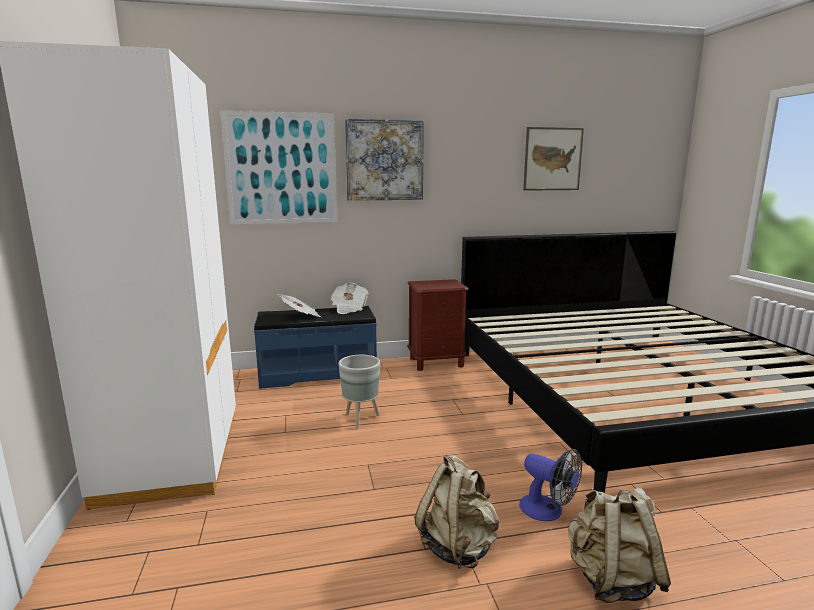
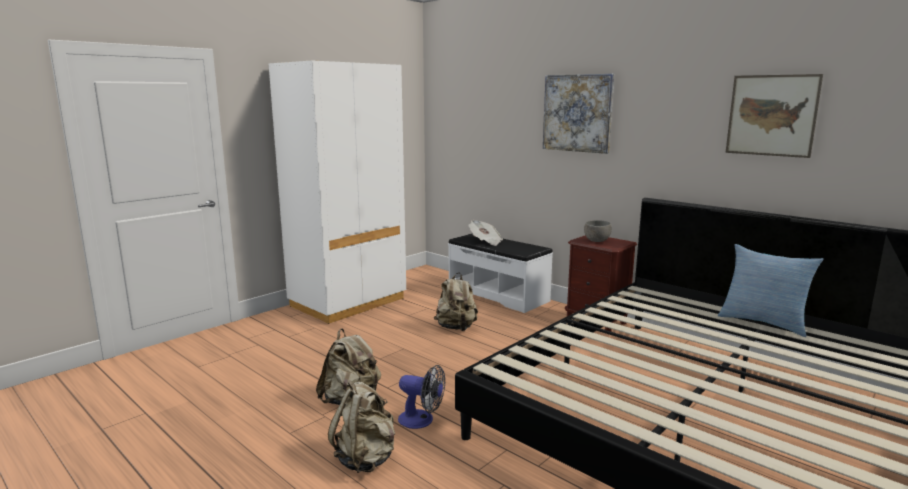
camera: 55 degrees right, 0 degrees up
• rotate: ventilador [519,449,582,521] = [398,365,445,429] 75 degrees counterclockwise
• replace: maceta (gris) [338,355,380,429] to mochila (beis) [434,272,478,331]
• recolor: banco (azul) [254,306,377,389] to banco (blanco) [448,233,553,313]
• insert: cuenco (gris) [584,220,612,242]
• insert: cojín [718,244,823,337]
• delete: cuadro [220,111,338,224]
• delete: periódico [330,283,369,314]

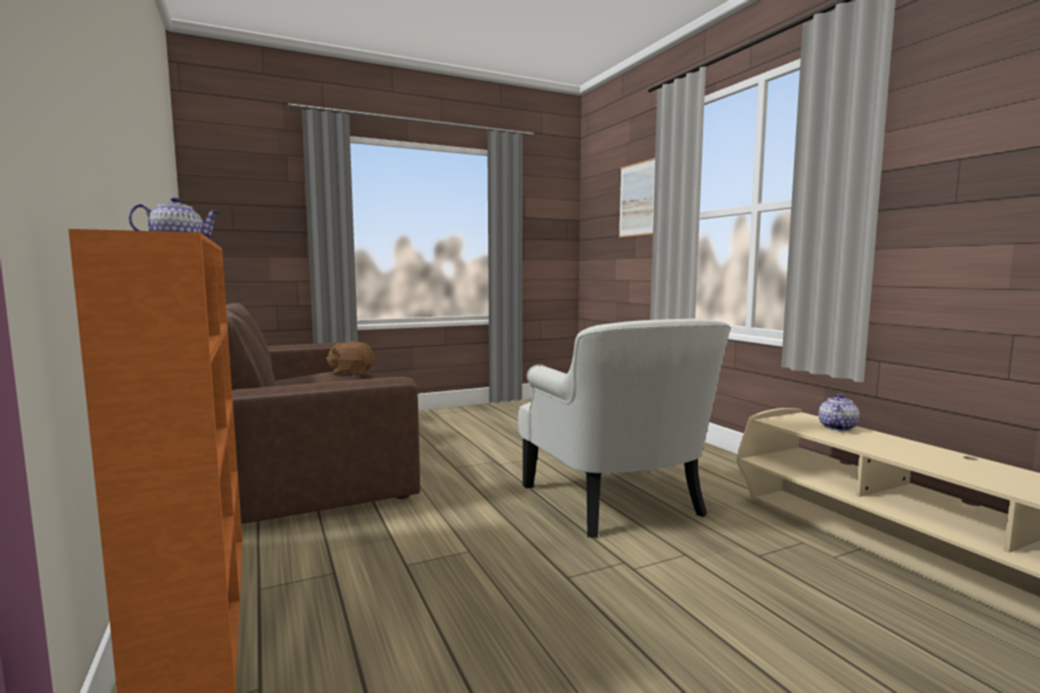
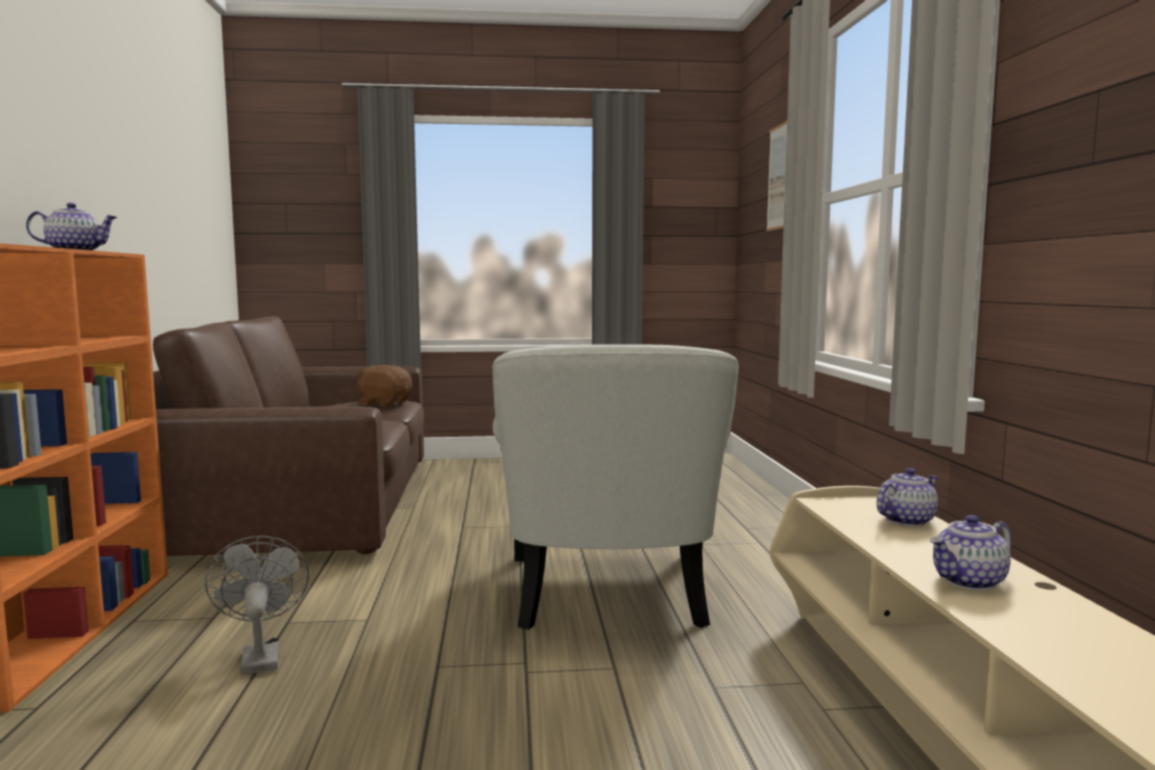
camera: 20 degrees right, 0 degrees up
• insert: ventilador (gris) [205,536,309,675]
• insert: tetera [930,515,1012,590]

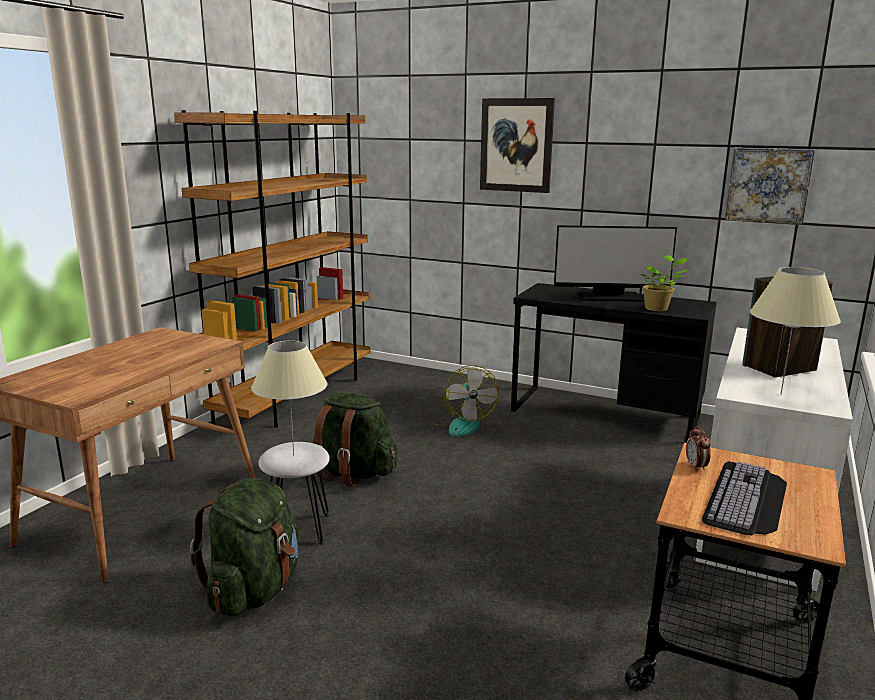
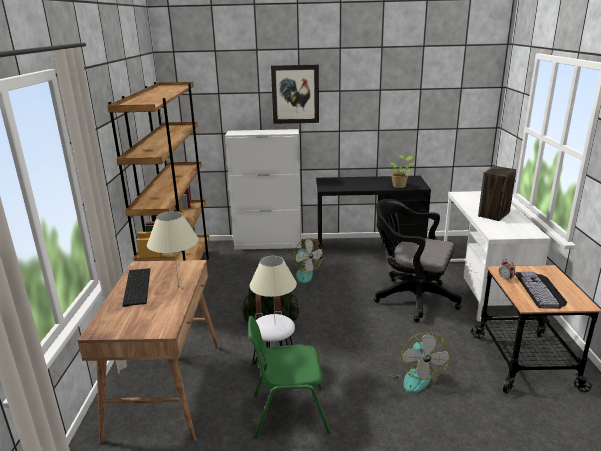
camera: 25 degrees left, 5 degrees up
• insert: teclado [122,268,150,307]
• move: lámpara de mesa (beis) [750,267,841,394] to [147,211,199,284]
• insert: armario (blanco) [225,129,301,250]
• replace: mochila (verde) [190,478,299,616] to silla (verde) [248,316,331,438]
• insert: silla de oficina (negro) [374,199,462,322]
• insert: ventilador [385,332,450,393]
• delete: monitor [554,225,677,302]
• delete: cuadro [725,148,815,225]

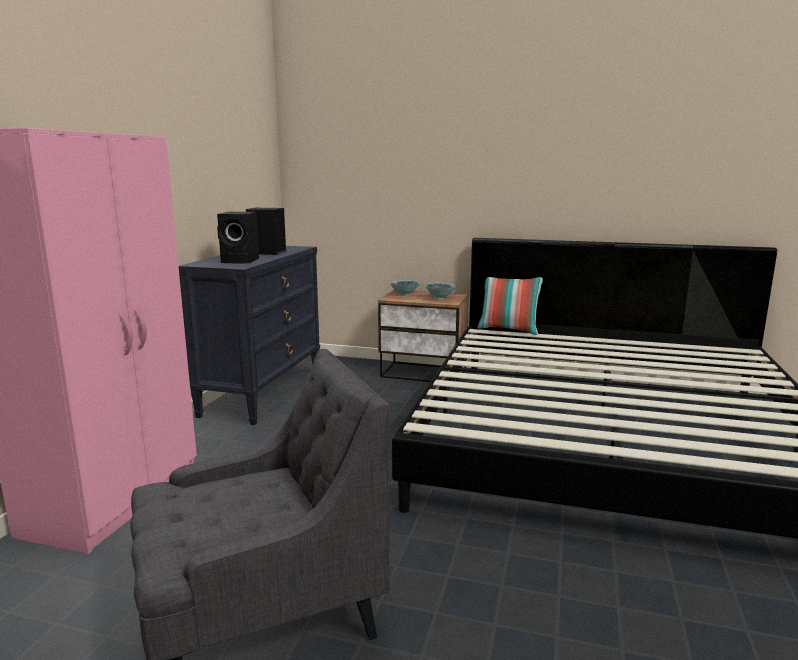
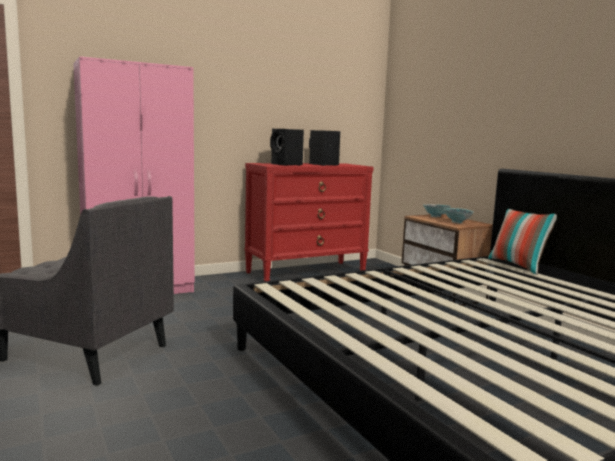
camera: 45 degrees right, 5 degrees down
• recolor: cómoda (negro) [179,246,320,425] to cómoda (rojo) [245,163,374,281]

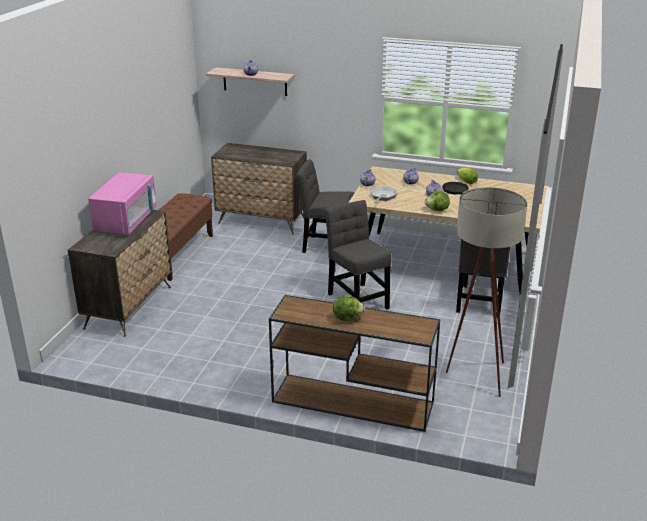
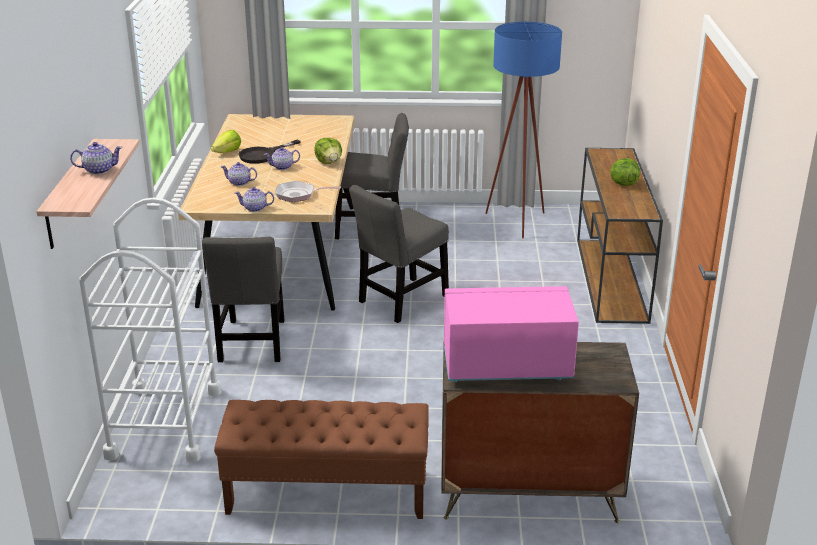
camera: 105 degrees left, 0 degrees up
• replace: cómoda [211,143,307,235] to carrito (blanco) [79,198,222,462]
• recolor: lámpara de pie (beis) [446,187,528,397] to lámpara de pie (azul) [485,22,562,238]

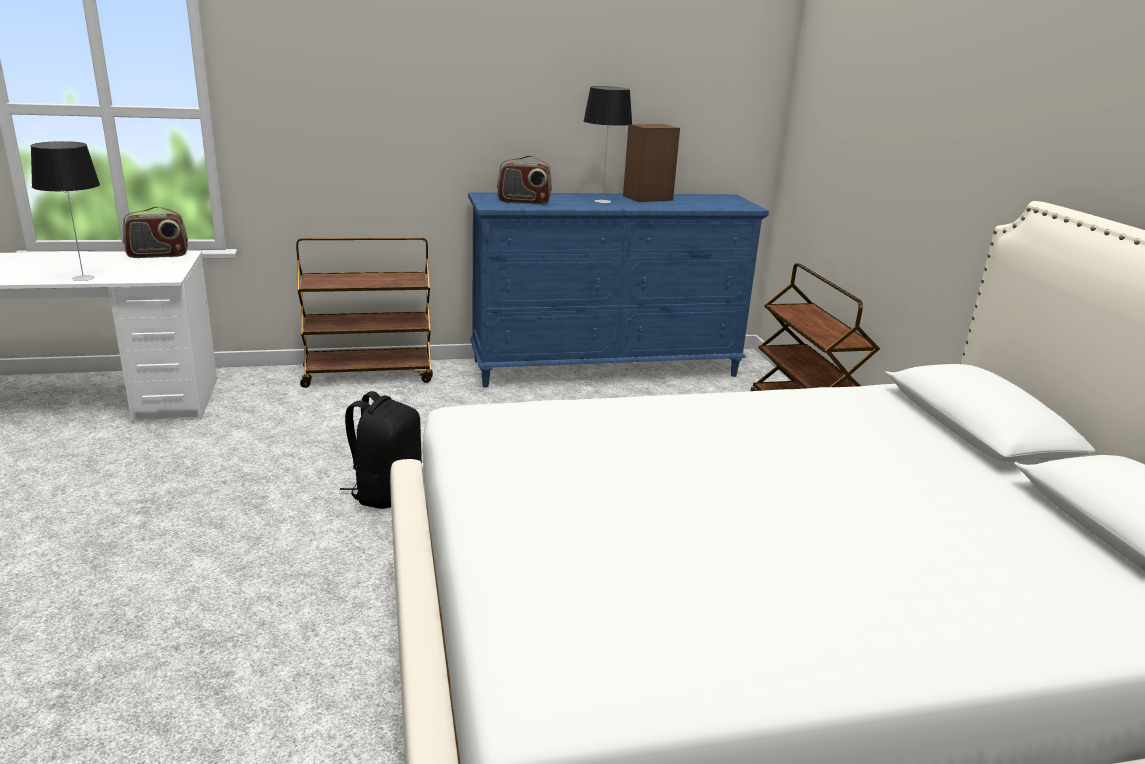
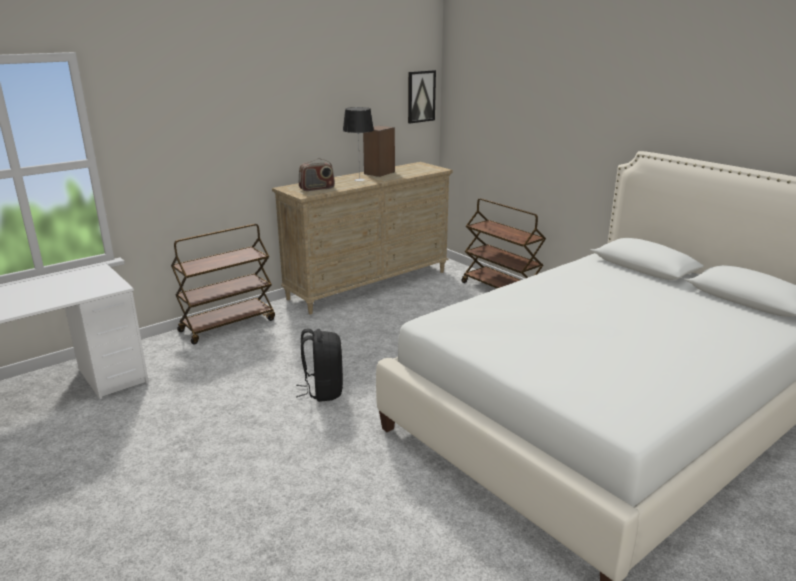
camera: 25 degrees left, 0 degrees up
• recolor: cómoda (azul) [468,192,769,388] to cómoda (beis) [272,162,453,314]
• insert: cuadro [408,70,436,123]
• delete: lámpara de mesa [31,141,100,281]
• delete: radio [123,207,188,258]

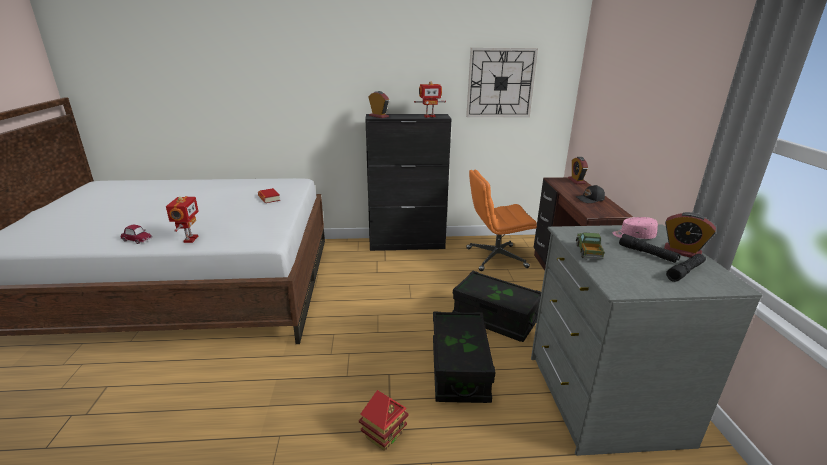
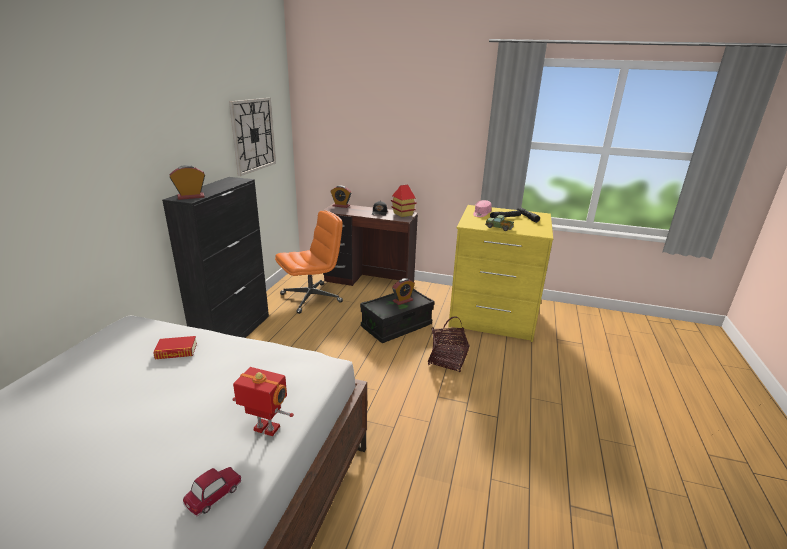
camera: 70 degrees left, 0 degrees up
• rotate: silla de oficina (naranja) [466,170,537,271] = [275,210,343,314] 135 degrees counterclockwise
• move: casita [359,390,409,451] to [391,185,417,217]
• move: despertador [664,212,716,258] to [392,278,415,305]
• replace: caja de almacenaje (negro) [433,312,496,403] to cesta [428,316,470,372]
• recolor: cómoda (gris) [531,224,762,456] to cómoda (amarillo) [448,205,553,342]
• delete: robot de juguete [414,81,446,117]

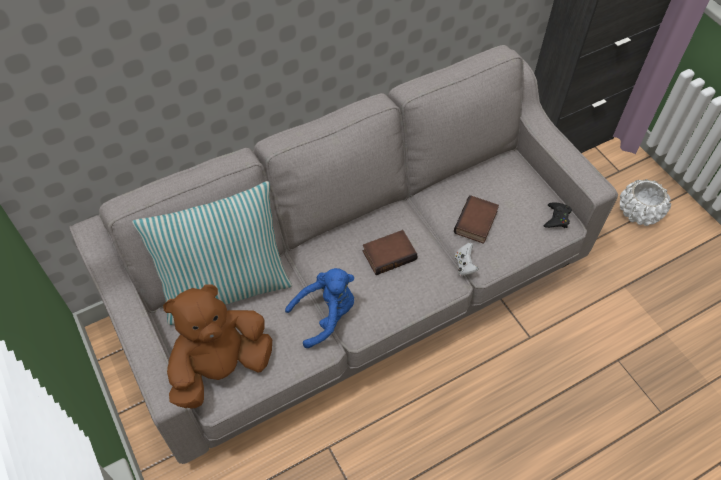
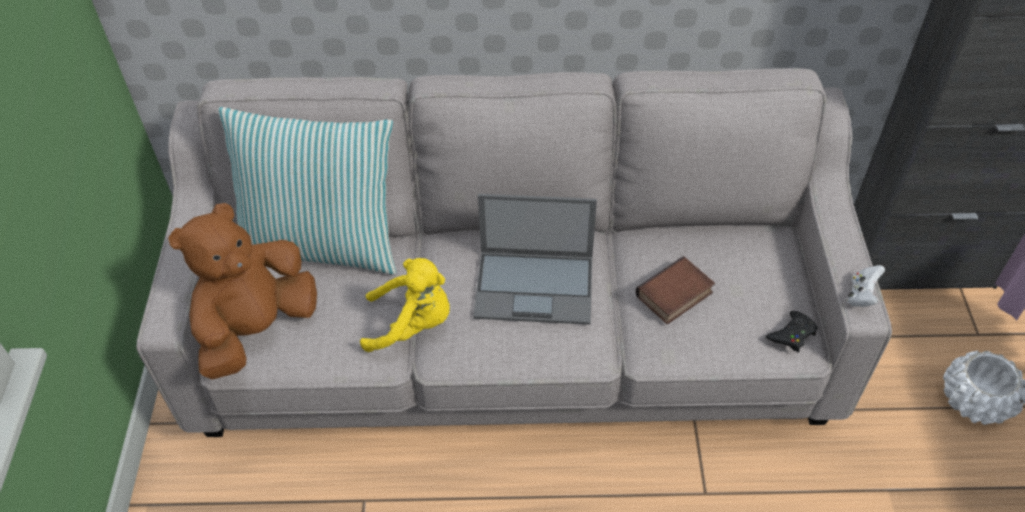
camera: 30 degrees right, 5 degrees down
• rotate: peluche (marrón) [163,285,272,409] = [168,203,317,380] 45 degrees counterclockwise
• recolor: peluche (azul) [285,268,354,348] to peluche (amarillo) [360,258,450,352]
• replace: libro [363,230,417,275] to portátil [473,194,597,325]
• move: mando de consola (blanco) [455,243,479,276] to [847,265,885,307]

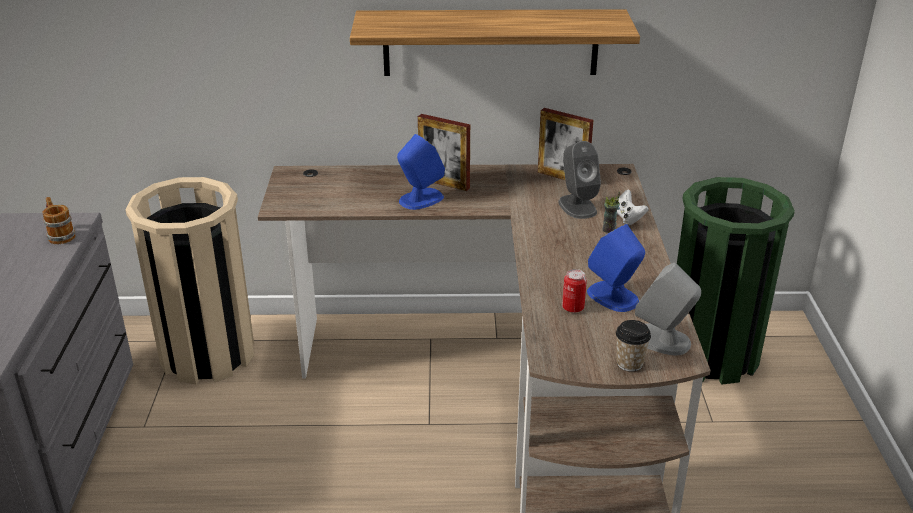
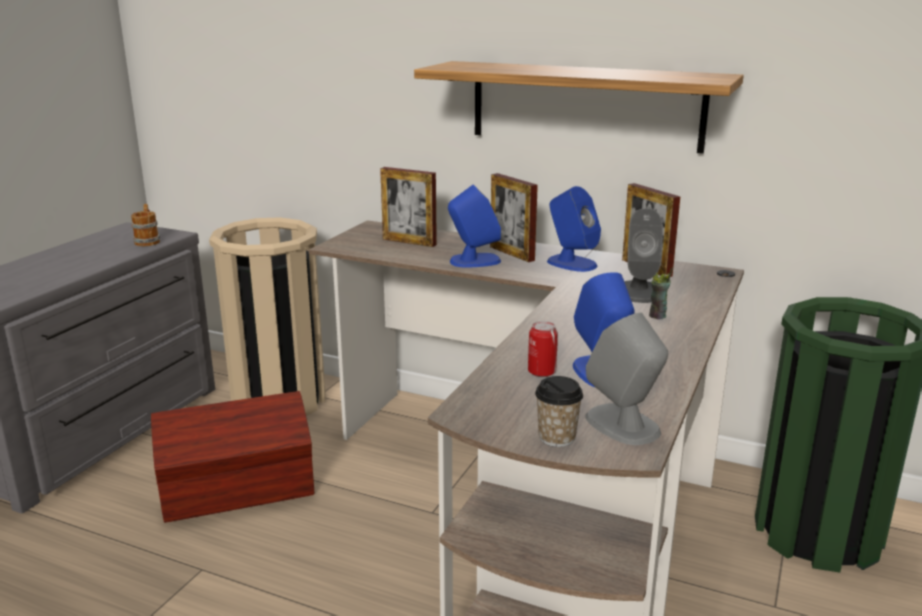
camera: 25 degrees right, 10 degrees down
• insert: caja de almacenaje (marrón) [151,391,314,523]
• insert: portarretratos [380,167,437,247]
• insert: altavoz (azul) [547,186,601,272]
• delete: mando de consola (blanco) [617,190,649,225]

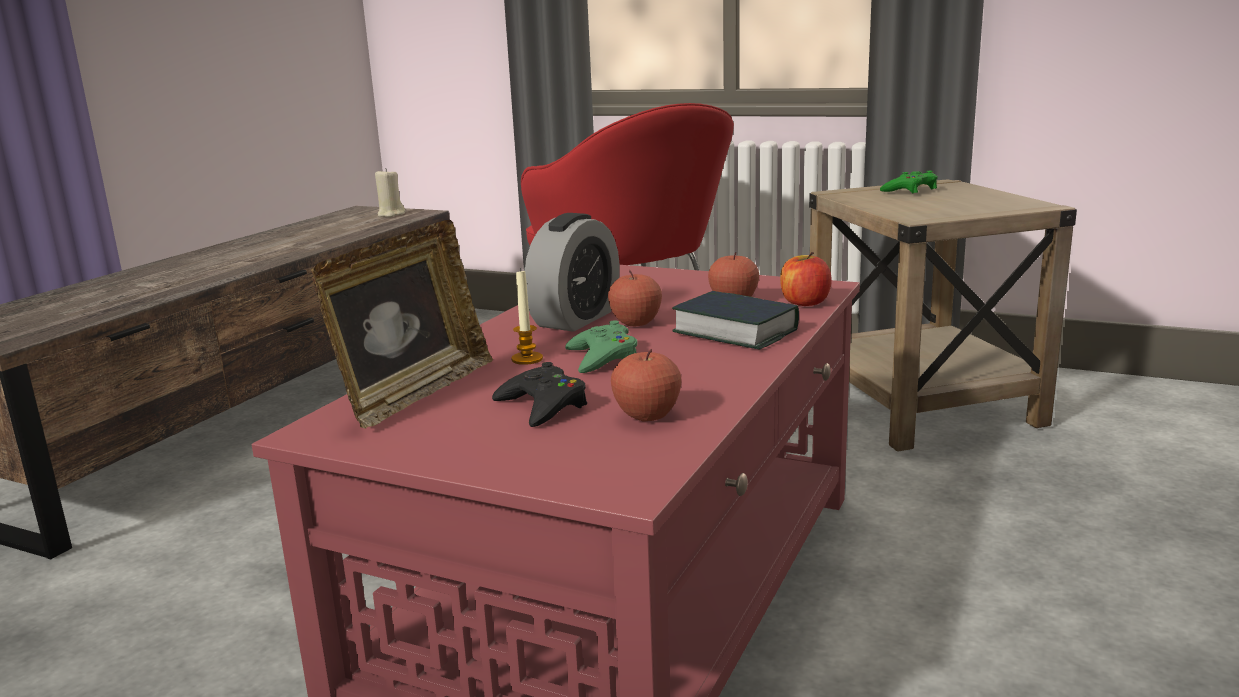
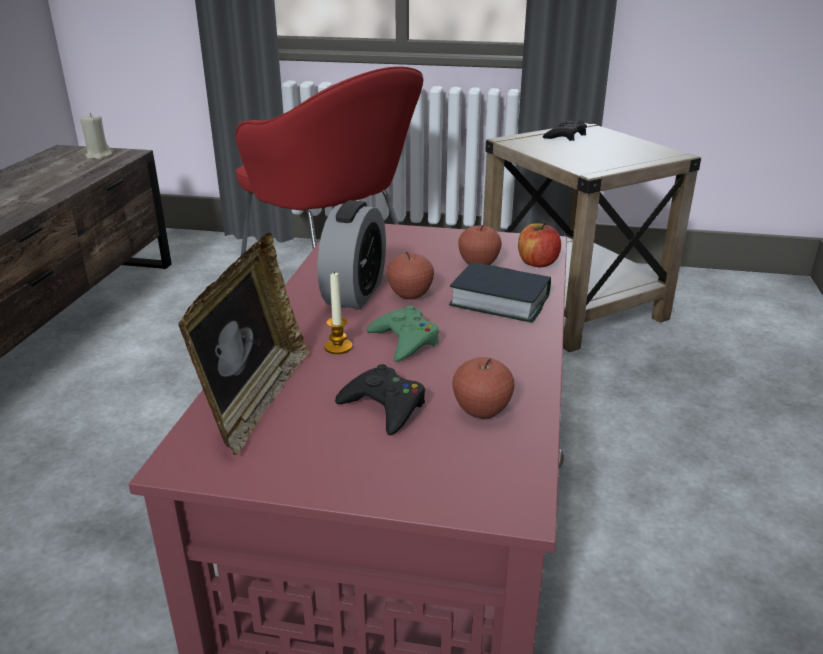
camera: 15 degrees left, 10 degrees up
• recolor: mando de consola (verde) [880,171,938,194] to mando de consola (negro) [543,120,587,141]

